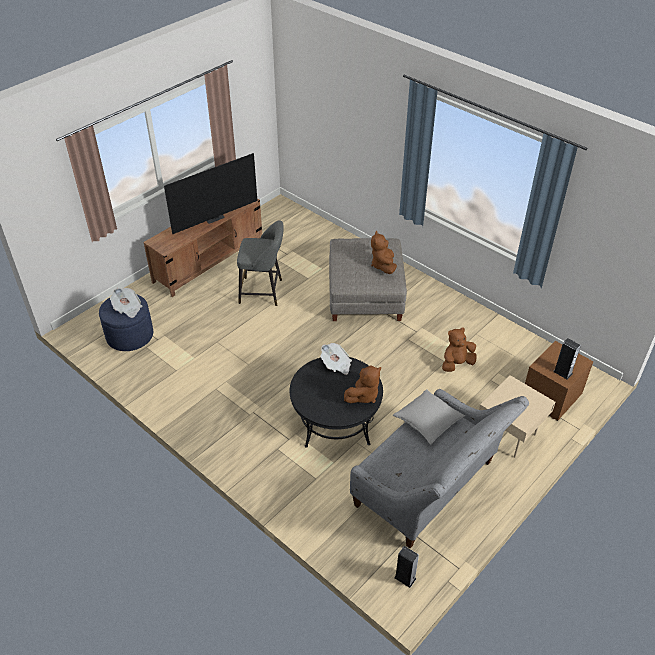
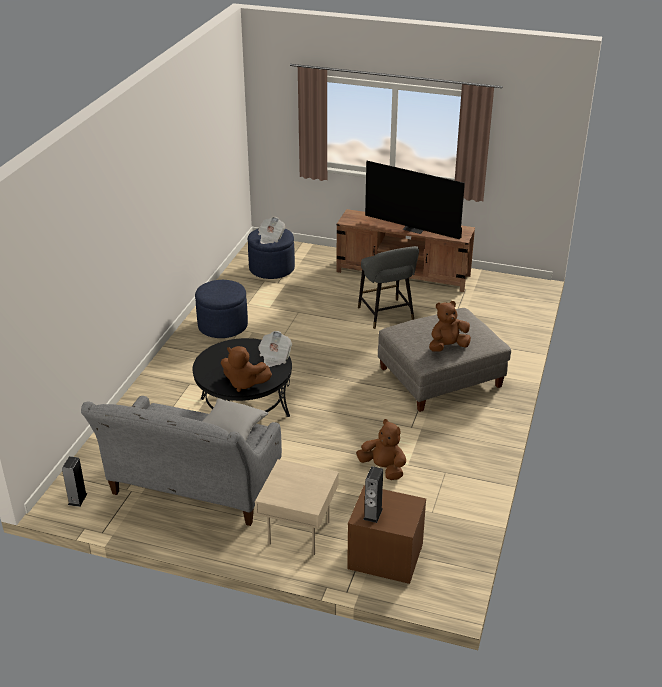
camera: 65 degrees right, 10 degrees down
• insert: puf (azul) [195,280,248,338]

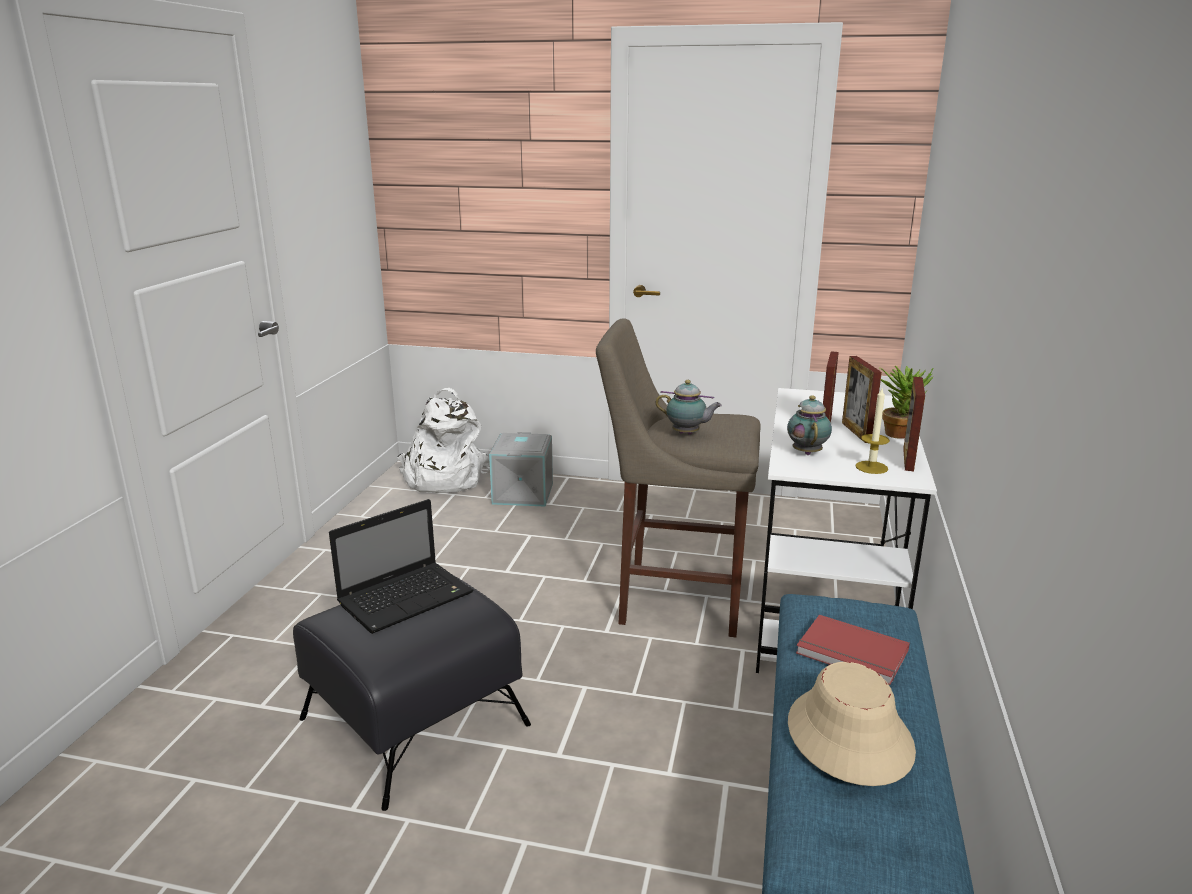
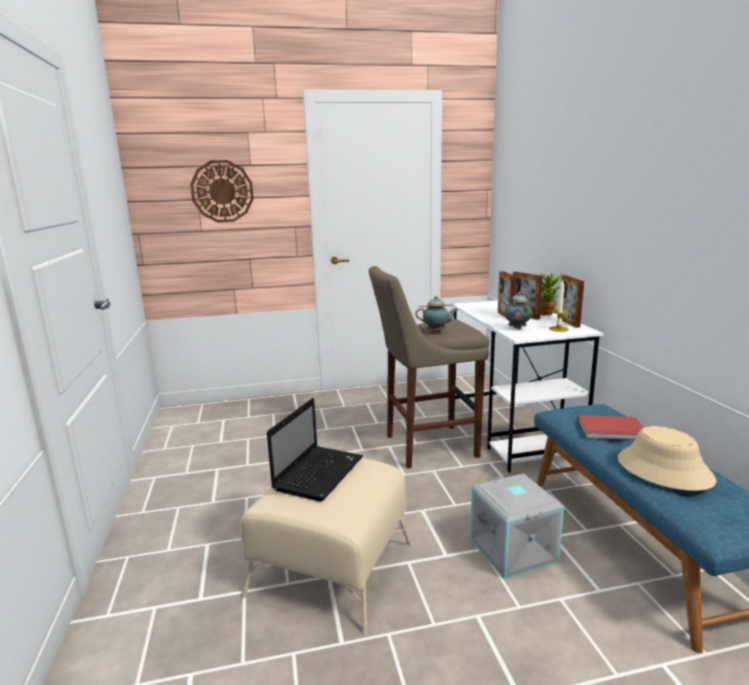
camera: 25 degrees left, 5 degrees down
• insert: reloj de pared [190,160,254,223]
• recolor: puf (negro) [293,575,531,811] to puf (beis) [240,458,412,635]
• move: caja de almacenaje (gris) [489,432,553,507] to [470,473,564,579]
• delete: mochila (blanco) [397,388,490,493]

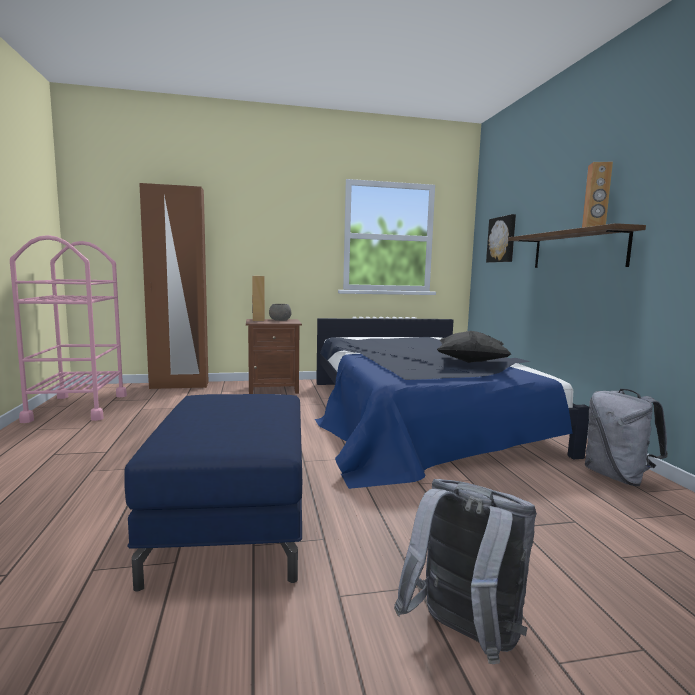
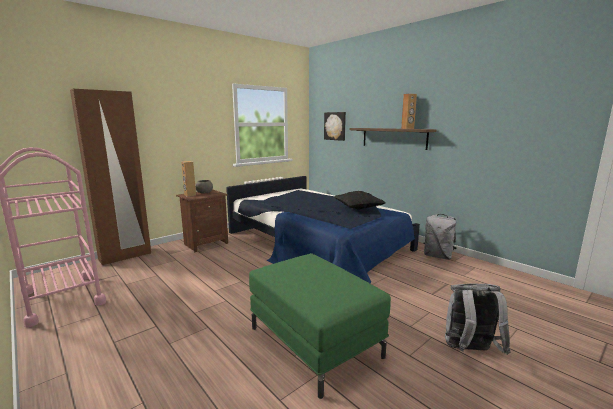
camera: 30 degrees left, 5 degrees up
• recolor: puf (azul) [124,394,302,591] to puf (verde) [249,253,391,399]

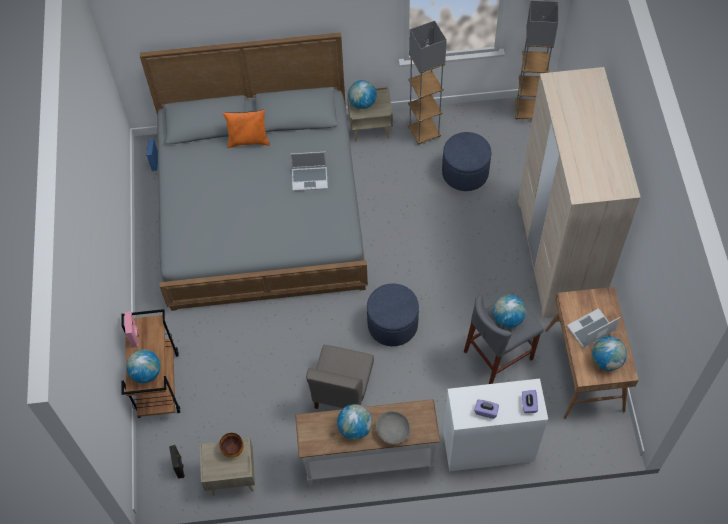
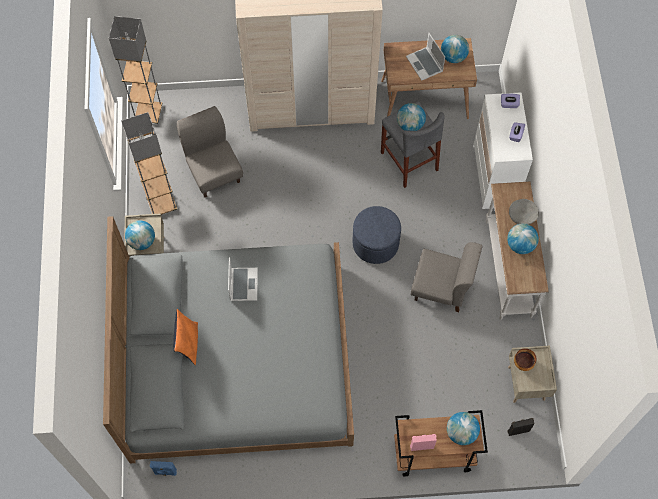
camera: 90 degrees left, 5 degrees up
• replace: puf (azul) [442,132,491,191] to silla (gris) [177,106,243,197]

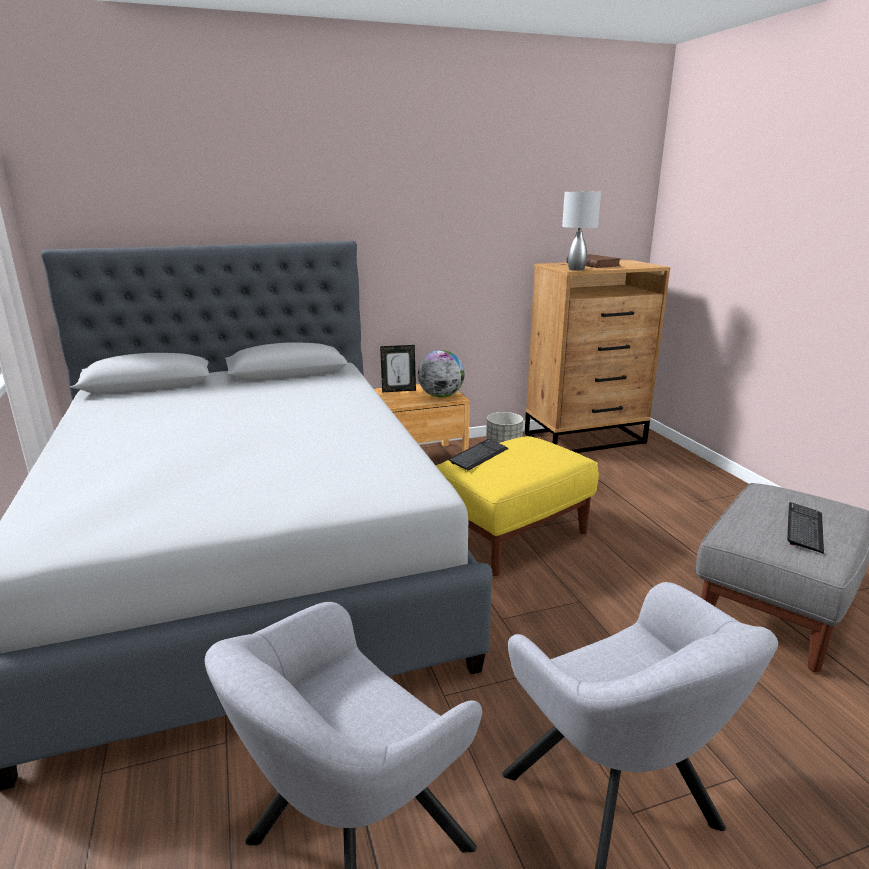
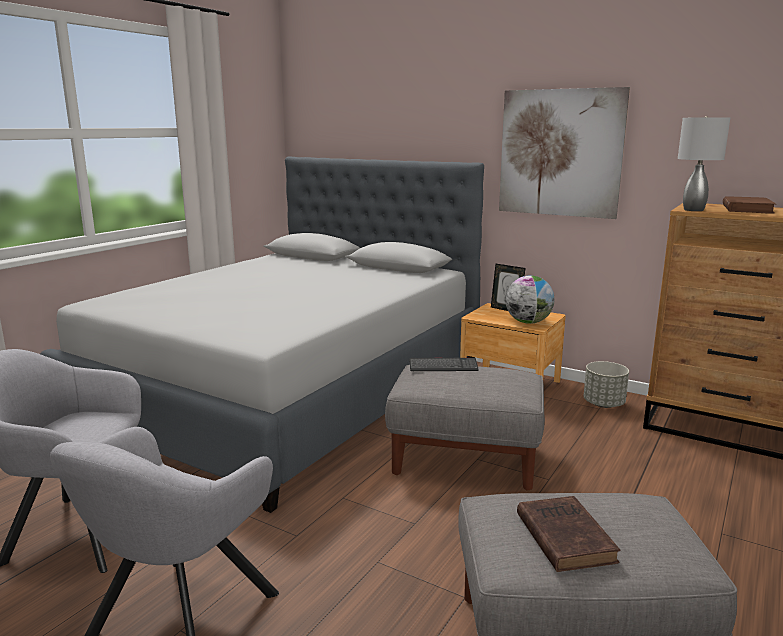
camera: 50 degrees right, 5 degrees down
• recolor: puf (amarillo) [436,436,599,576] to puf (gris) [385,365,545,490]
• insert: cuadro [499,87,630,219]
• replace: teclado [787,502,824,554] to libro (marrón) [517,496,620,572]

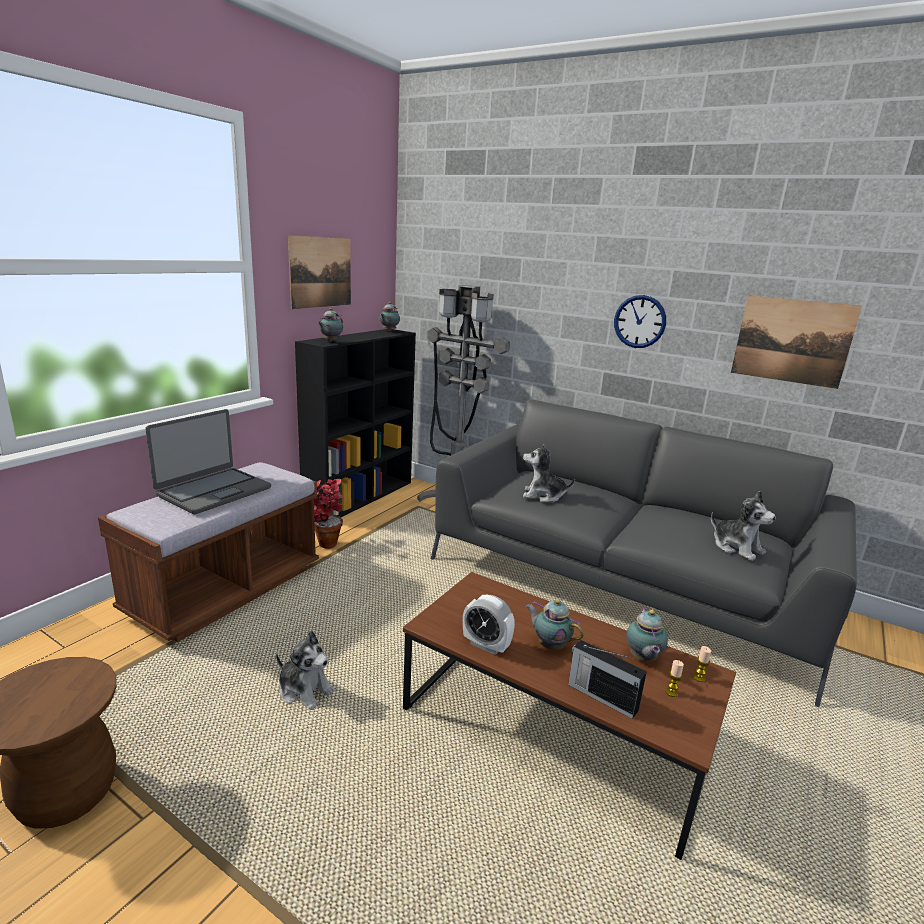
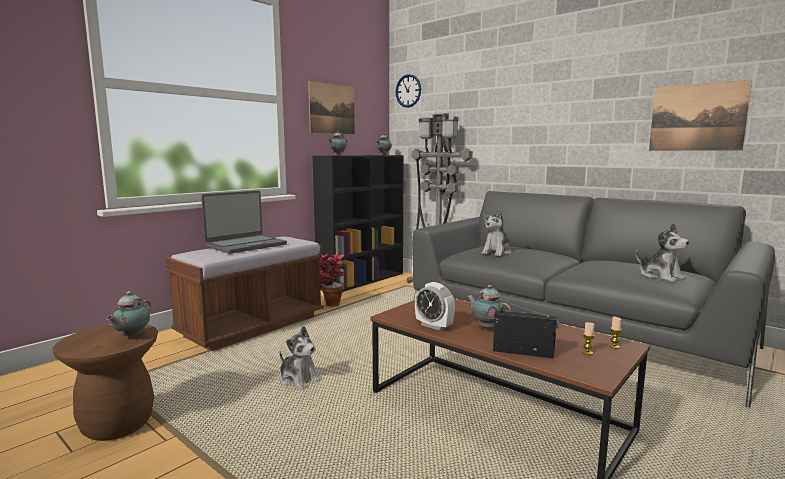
camera: 10 degrees right, 10 degrees down
• move: tetera [626,608,668,661] to [106,291,151,338]
• move: reloj de pared [614,295,666,348] to [395,74,421,108]
• rotate: peluche [523,444,575,502] = [481,209,511,256] 75 degrees counterclockwise
• rotate: radio [568,640,647,719] = [493,302,559,358] 150 degrees clockwise

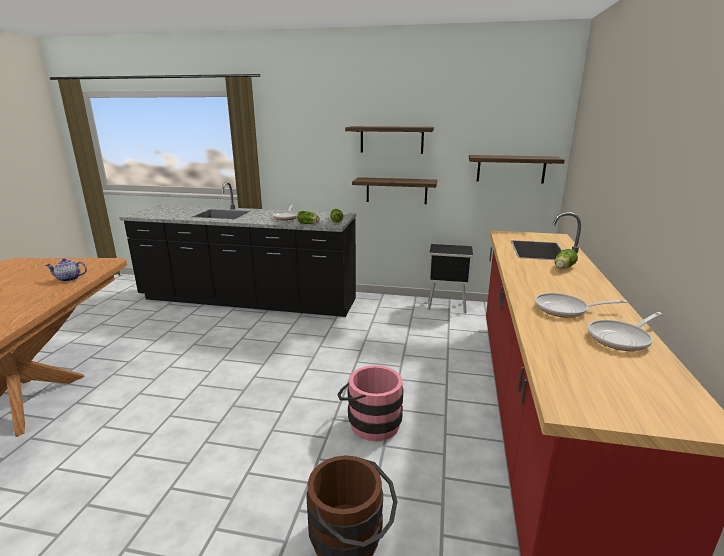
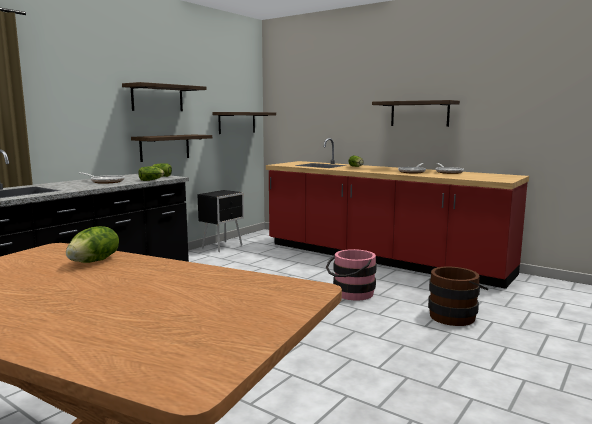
camera: 65 degrees left, 10 degrees down
• replace: tetera [46,258,87,282] to lechuga [66,226,119,263]
• insert: estante [372,100,460,127]

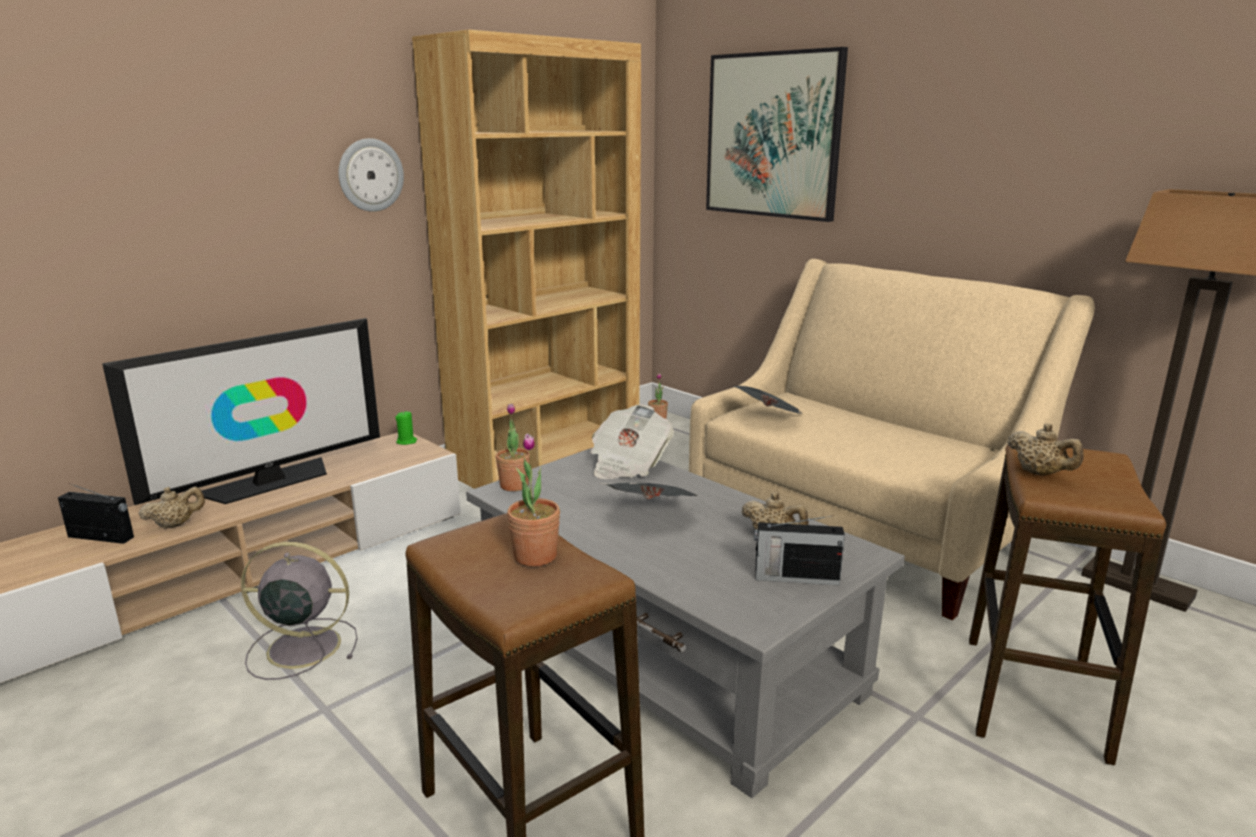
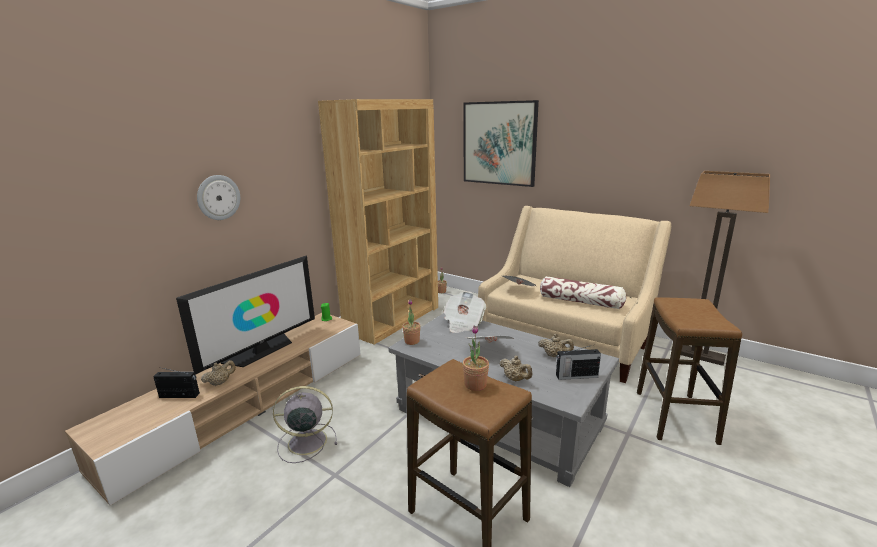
camera: 10 degrees left, 0 degrees up
• move: reloj de pared [338,138,404,212] to [197,175,240,220]
• move: tetera (beis) [1007,423,1083,476] to [500,356,532,381]
• insert: cojín [540,276,626,309]

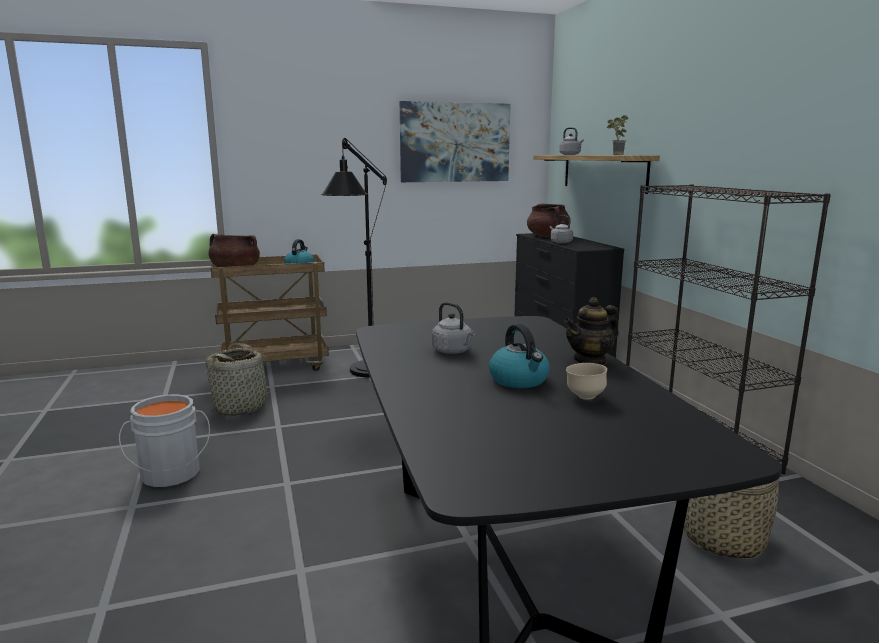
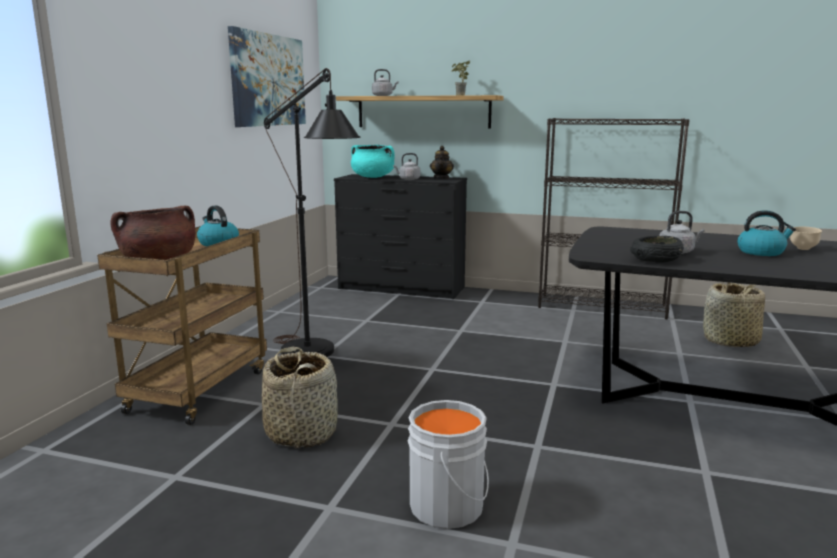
camera: 55 degrees left, 0 degrees up
• recolor: olla (marrón) [527,204,571,237] to olla (turquesa) [351,145,395,178]
• move: tetera [564,297,619,365] to [430,146,454,179]
• insert: cuenco (negro) [630,236,684,263]

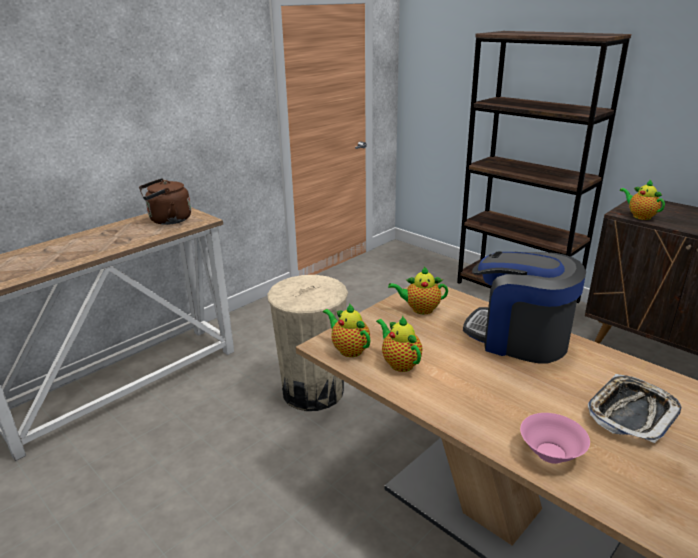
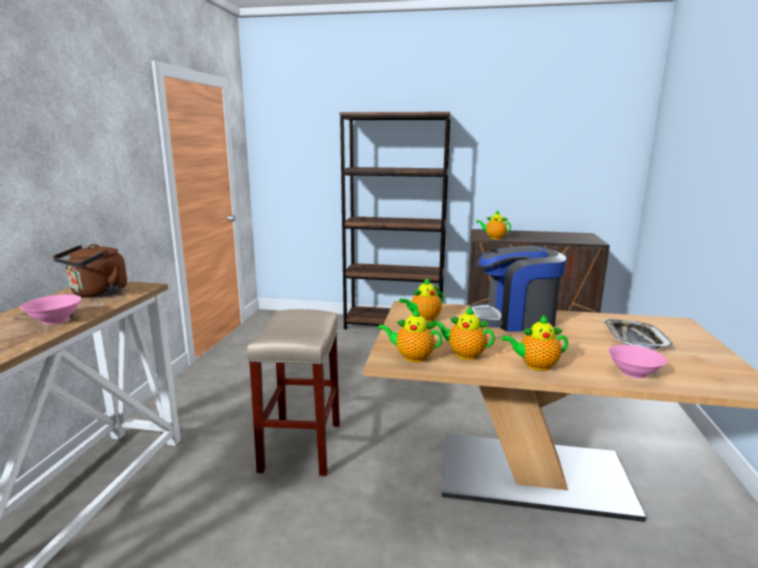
camera: 35 degrees left, 10 degrees down
• insert: cuenco (rosa) [20,294,82,324]
• replace: papelera (beis) [267,275,348,411] to taburete (beis) [247,309,340,476]
• insert: tetera [501,315,568,371]

